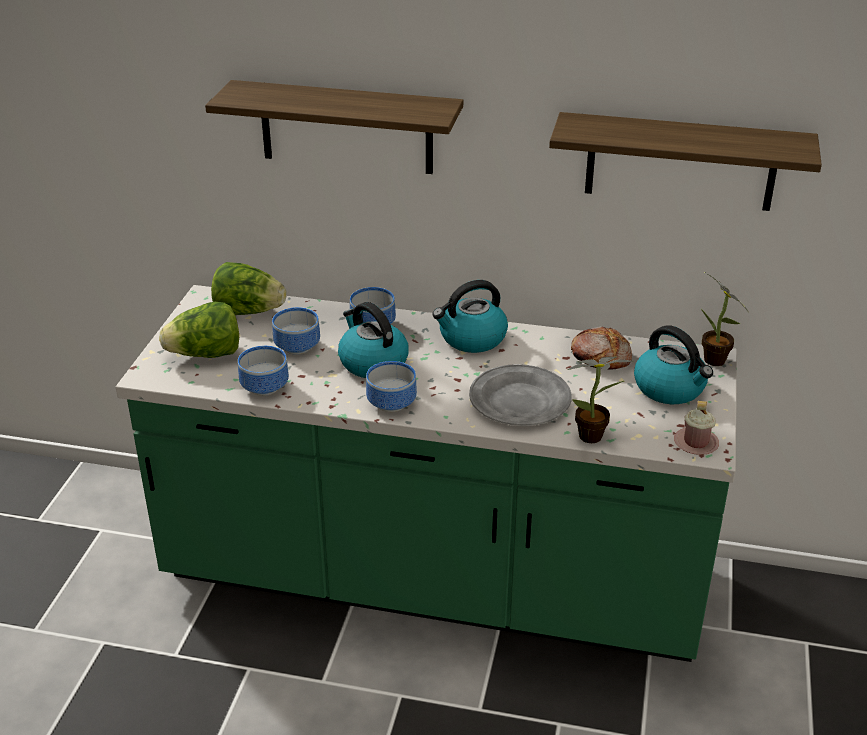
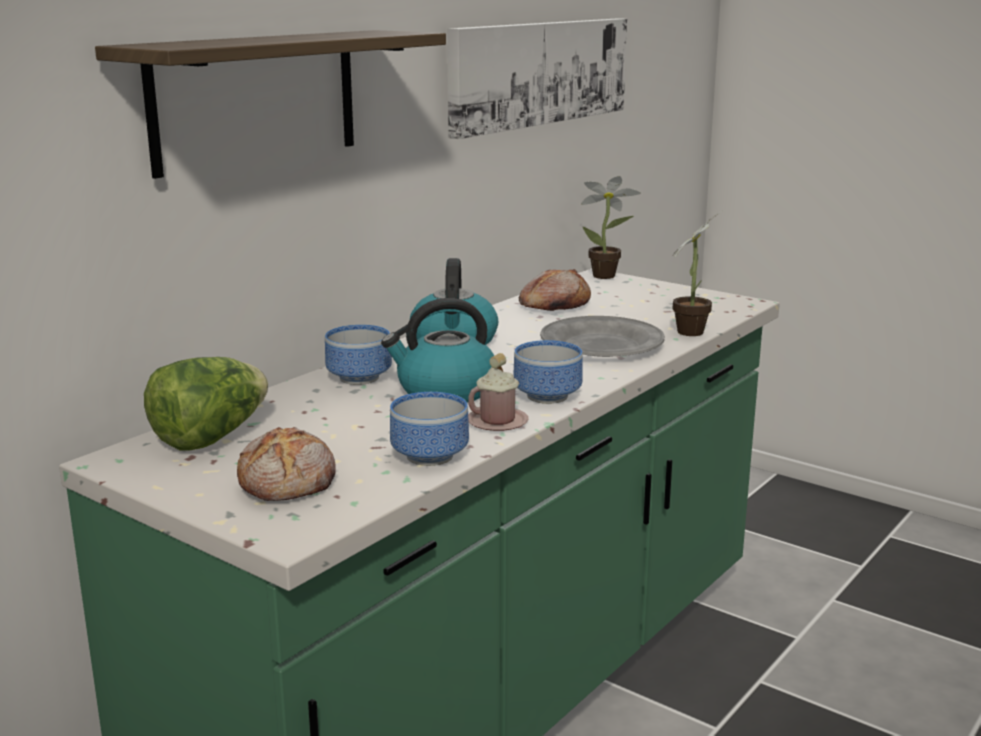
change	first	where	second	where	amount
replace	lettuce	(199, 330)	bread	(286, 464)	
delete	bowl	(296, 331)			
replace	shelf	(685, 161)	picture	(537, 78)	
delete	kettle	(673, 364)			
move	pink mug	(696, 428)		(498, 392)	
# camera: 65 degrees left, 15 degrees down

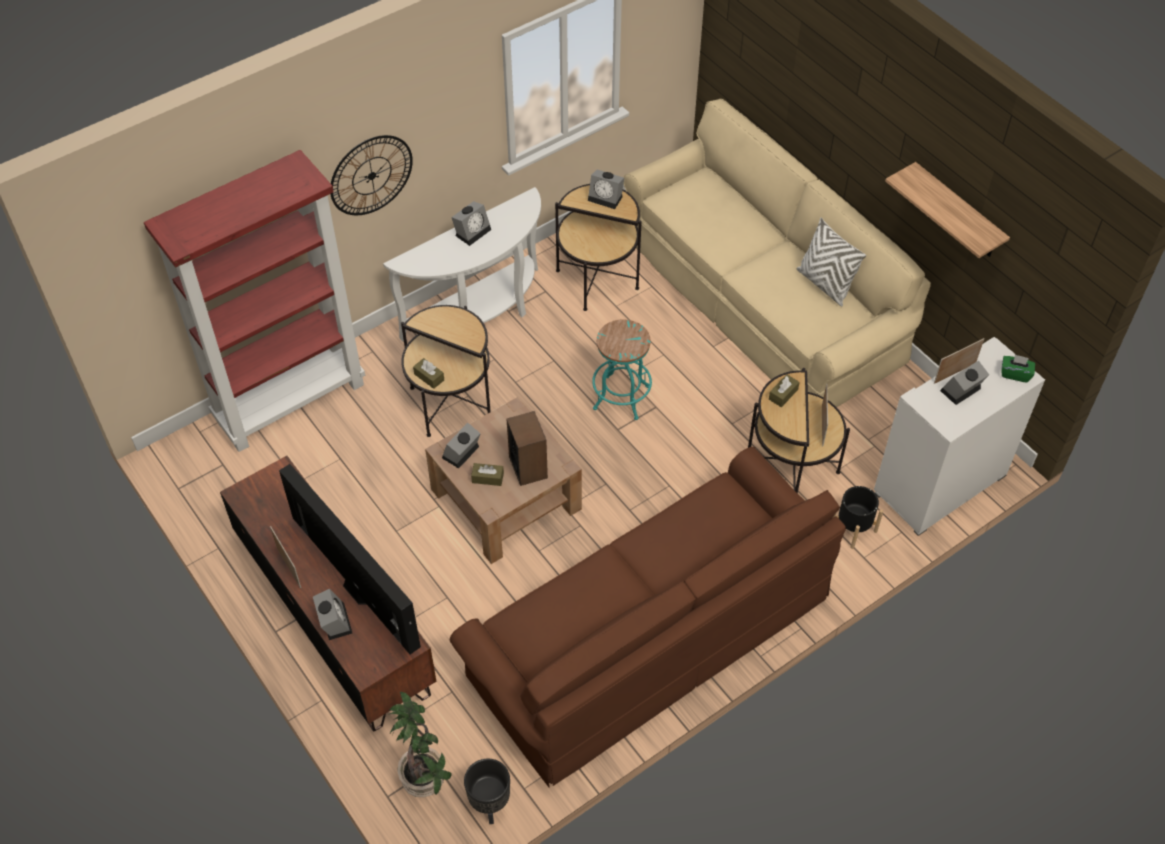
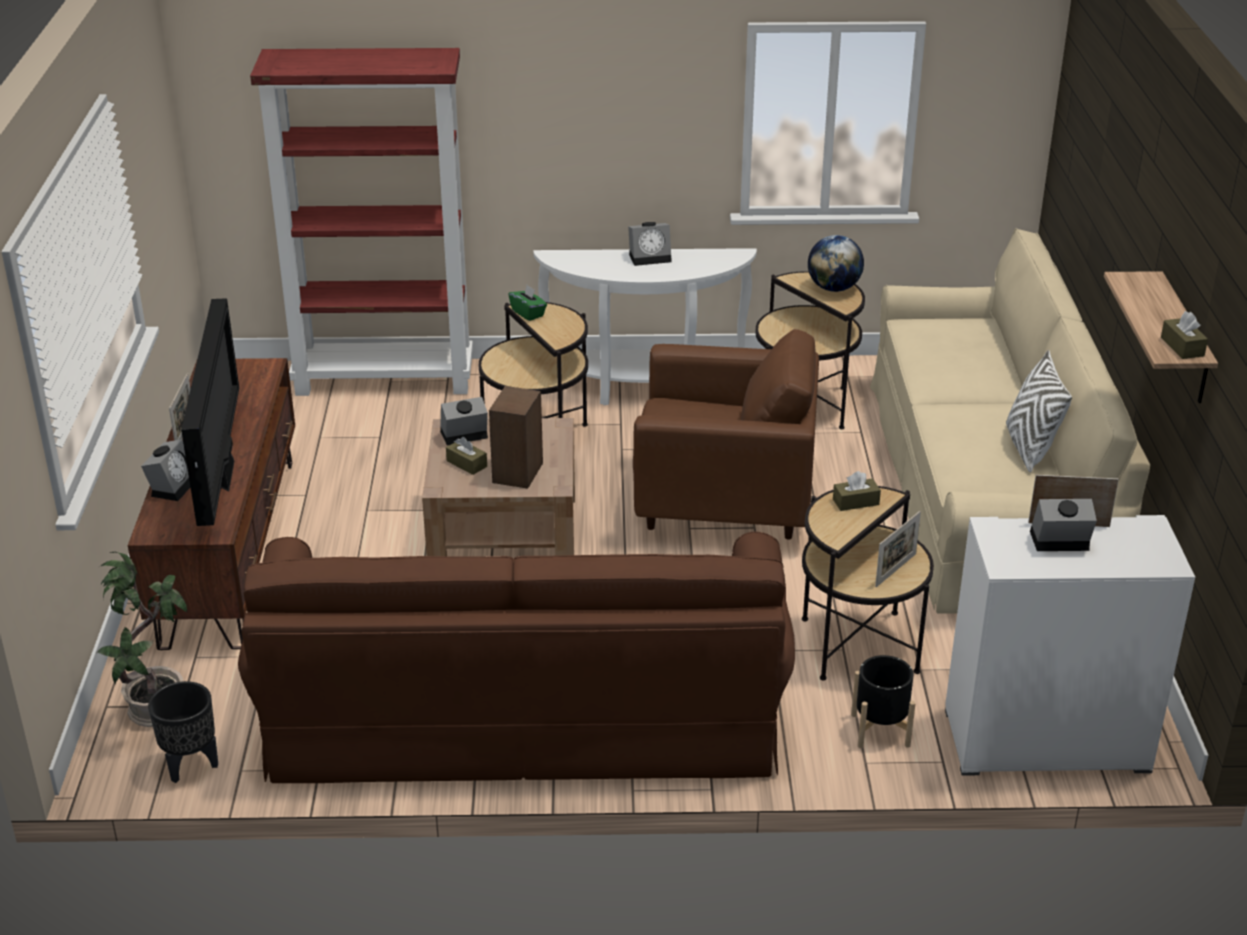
change	first	where	second	where	amount
delete	wall clock	(371, 175)			
move	brown tissue box	(428, 373)		(1184, 335)	
replace	alarm clock	(606, 189)	globe	(836, 263)	
replace	turquoise stool	(622, 370)	brown armchair	(726, 434)	
move	green tissue box	(1018, 368)		(527, 303)	
# camera: 35 degrees right, 20 degrees down

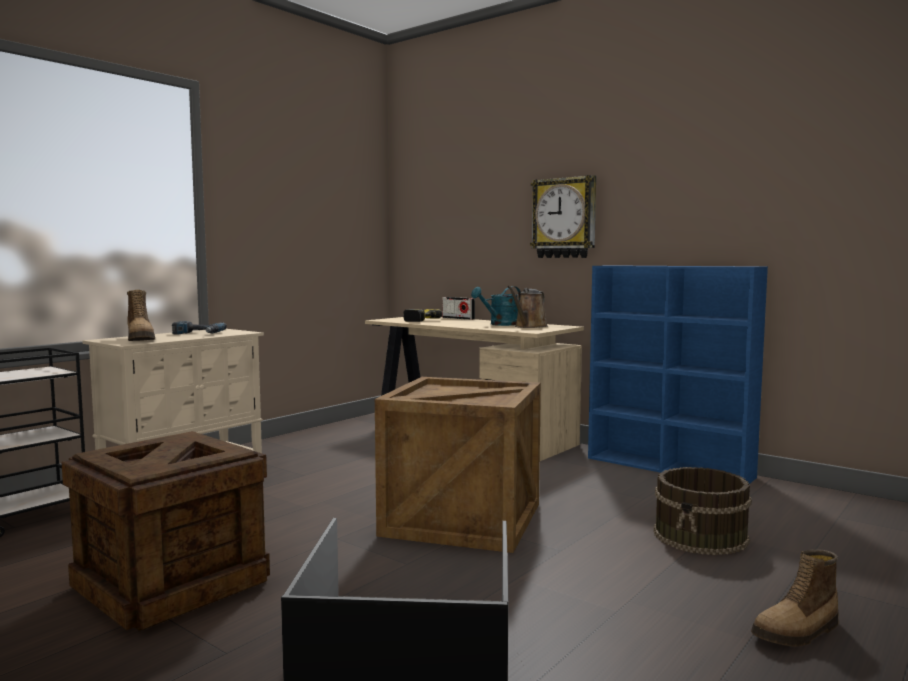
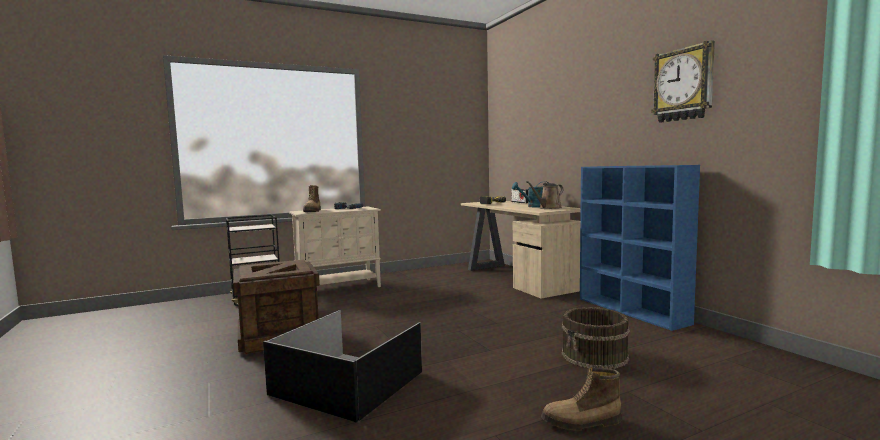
change	first	where	second	where	amount
delete	crate	(458, 465)			
move	wall clock	(563, 216)		(683, 81)	
# camera: 25 degrees right, 0 degrees up

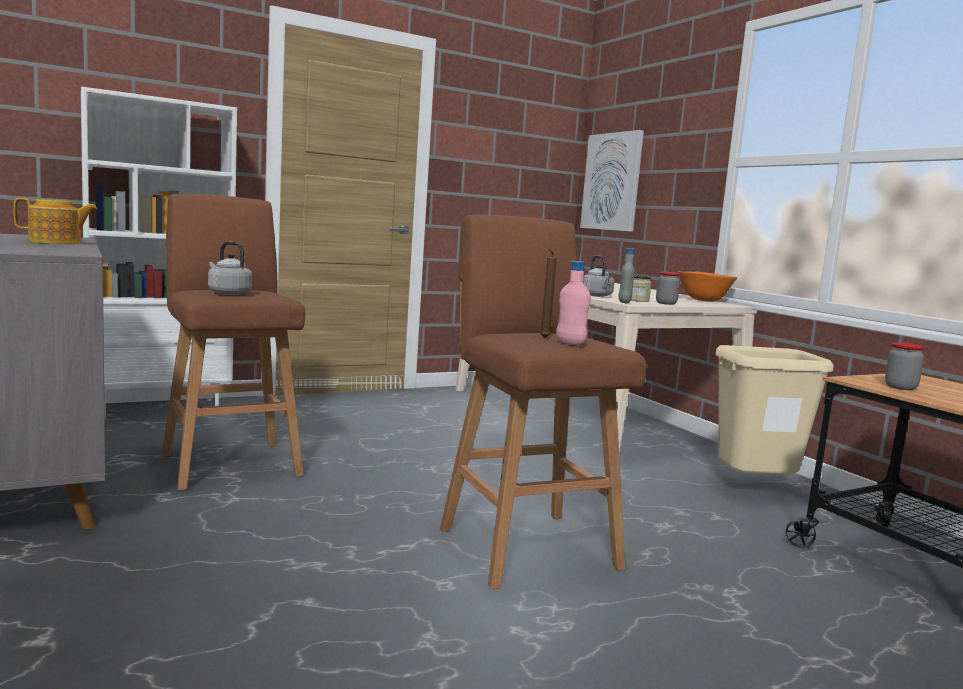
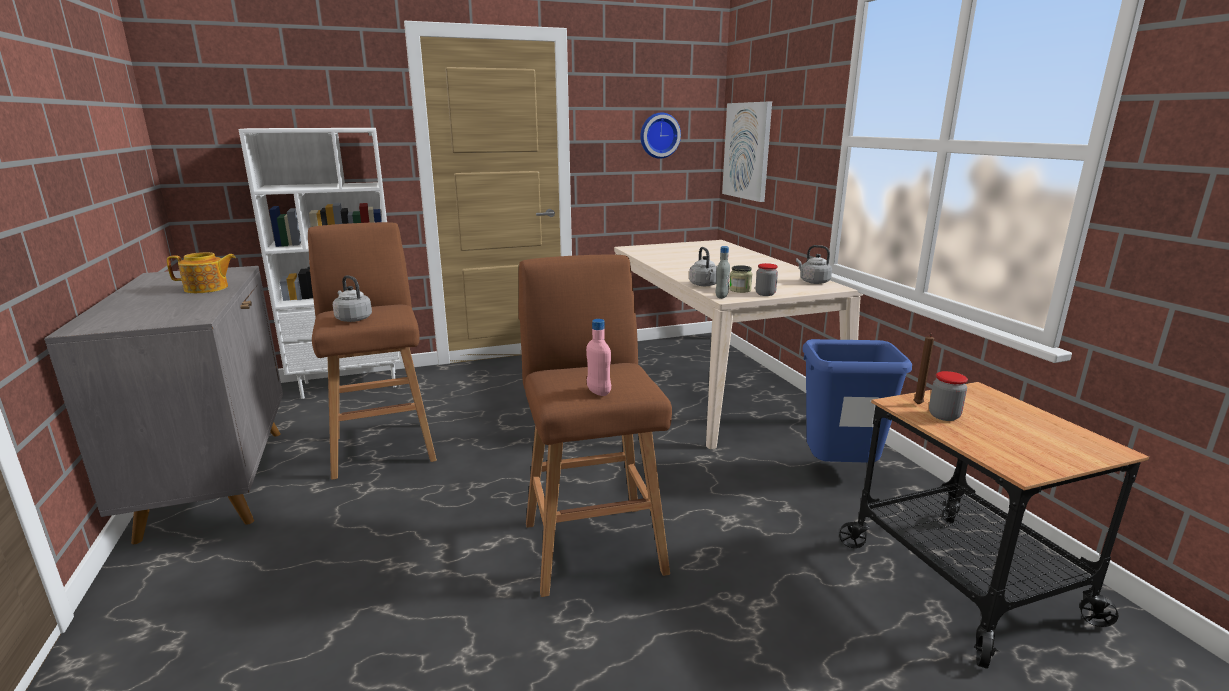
change	first	where	second	where	amount
move	brown candle	(548, 293)		(924, 368)	
replace	orange bowl	(707, 286)	grey kettle	(814, 264)	
recolor	beige trash can	(774, 410)	blue trash can	(857, 401)	
insert			wall clock	(660, 135)	
# camera: 10 degrees right, 10 degrees up

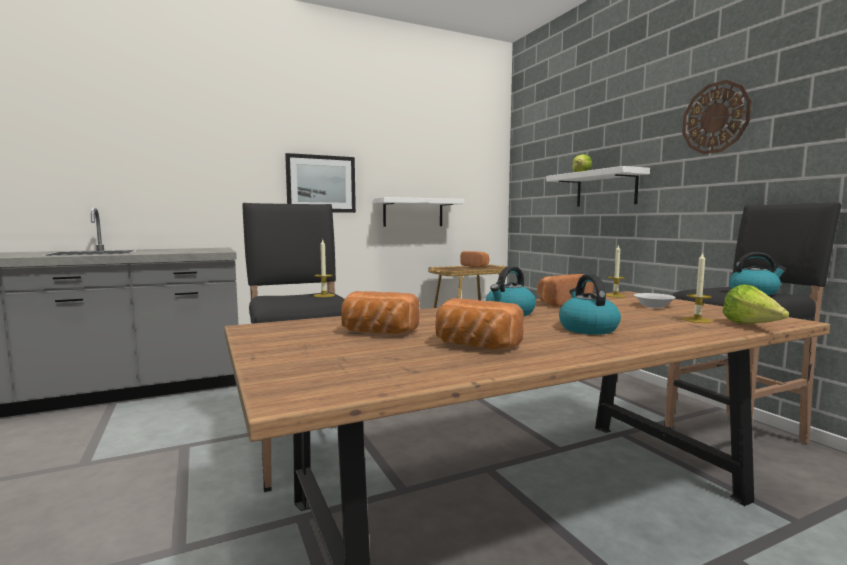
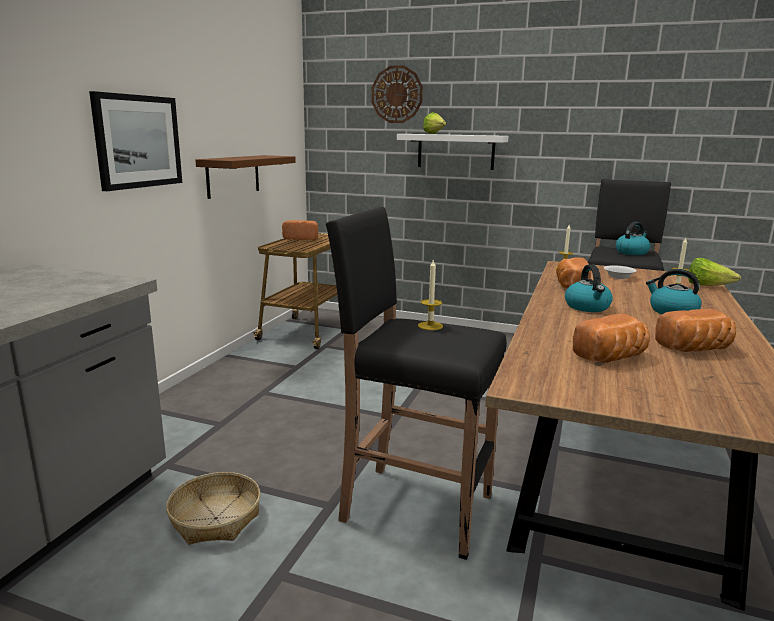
change	first	where	second	where	amount
recolor	white shelf	(418, 211)	brown shelf	(245, 177)	
move	wall clock	(717, 117)		(397, 94)	
insert			basket	(213, 508)	
# camera: 45 degrees left, 10 degrees up

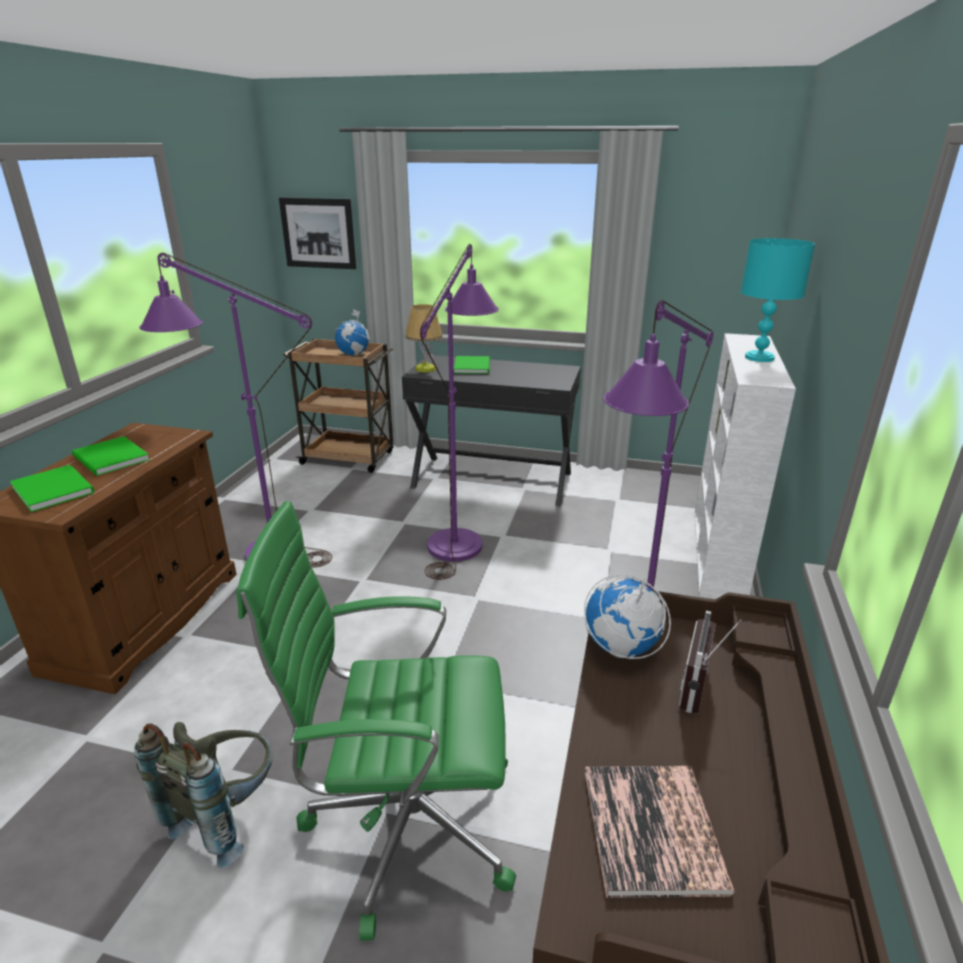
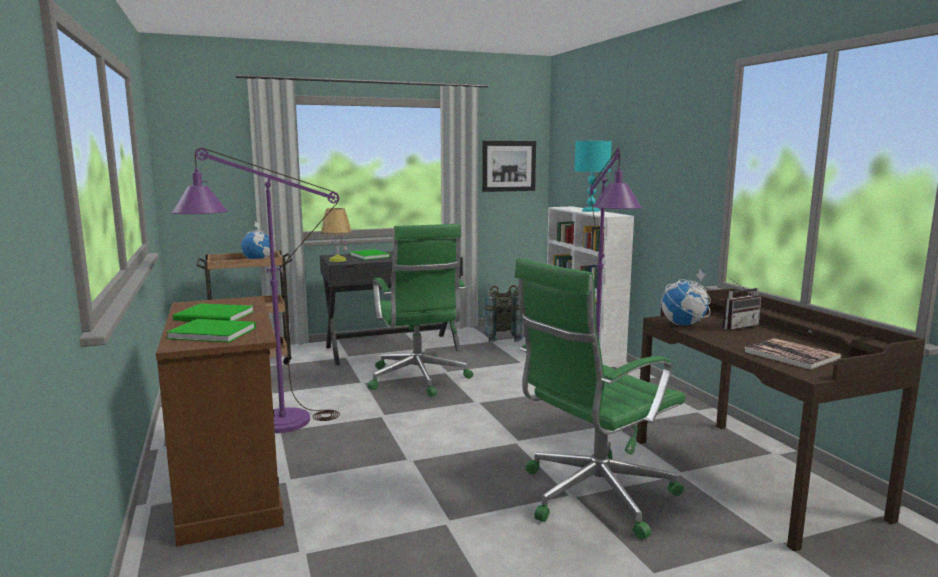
change	first	where	second	where	amount
move	grey backpack	(204, 795)		(503, 314)	
move	picture	(317, 233)		(509, 166)	
replace	purple floor lamp	(459, 412)	green office chair	(420, 310)	
rotate	radio	(710, 662)		(741, 303)	105 degrees counterclockwise
# camera: 35 degrees left, 15 degrees down

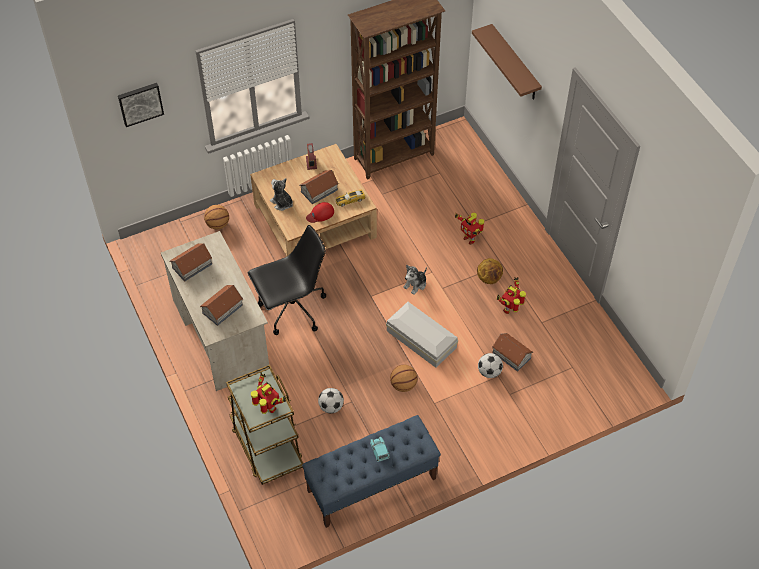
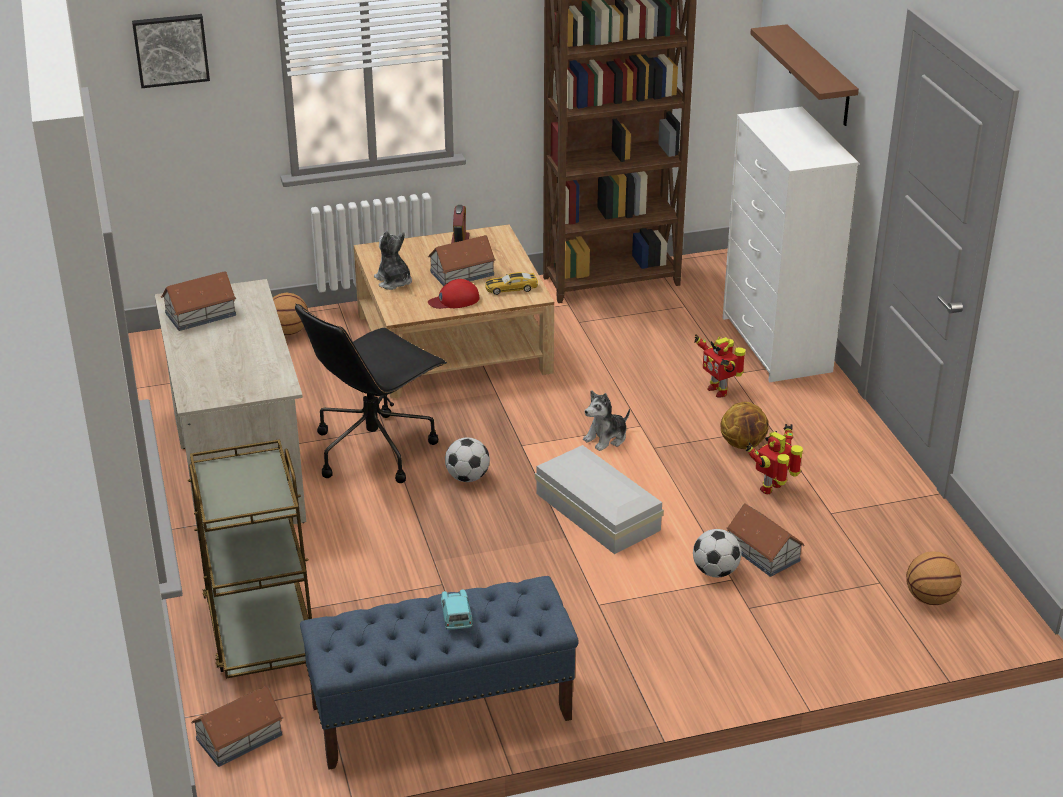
change	first	where	second	where	amount
move	toy house	(221, 305)		(237, 726)	
rotate	black office chair	(287, 280)		(371, 393)	150 degrees clockwise
delete	toy robot	(268, 393)			
move	football	(331, 400)		(467, 459)	
move	basketball	(403, 378)		(933, 578)	
insert			white dresser	(791, 244)	
# camera: 10 degrees right, 20 degrees down

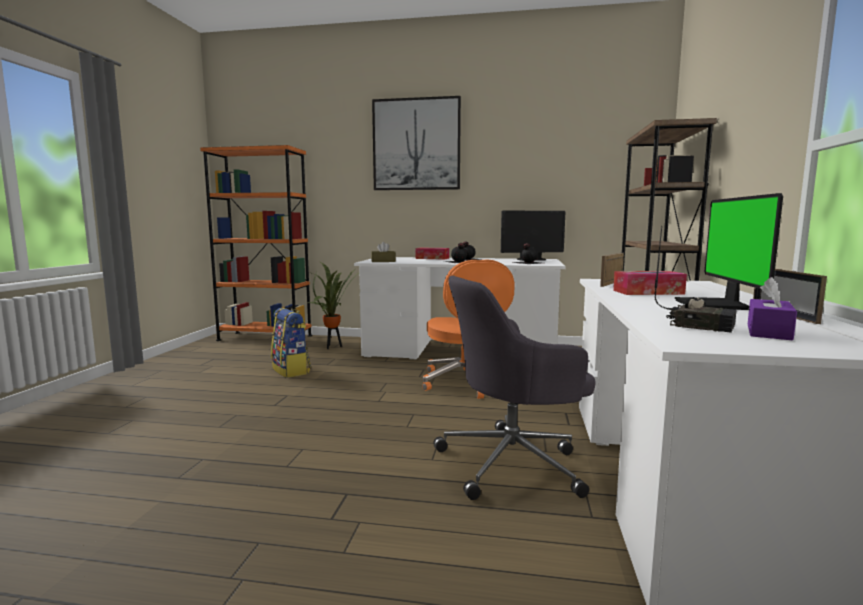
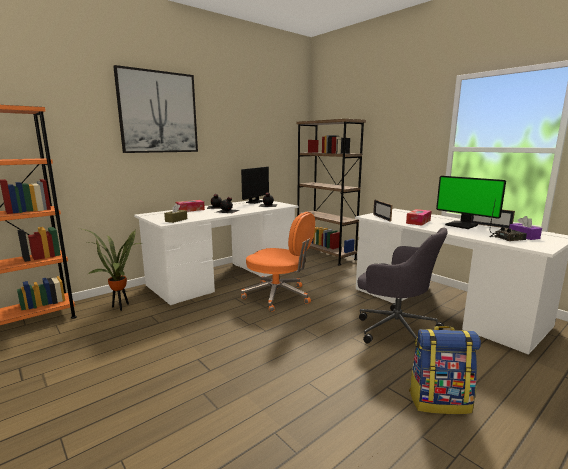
change	first	where	second	where	amount
move	backpack	(291, 343)		(445, 370)	
rotate	grey office chair	(514, 388)		(403, 285)	75 degrees counterclockwise
# camera: 50 degrees left, 5 degrees up

